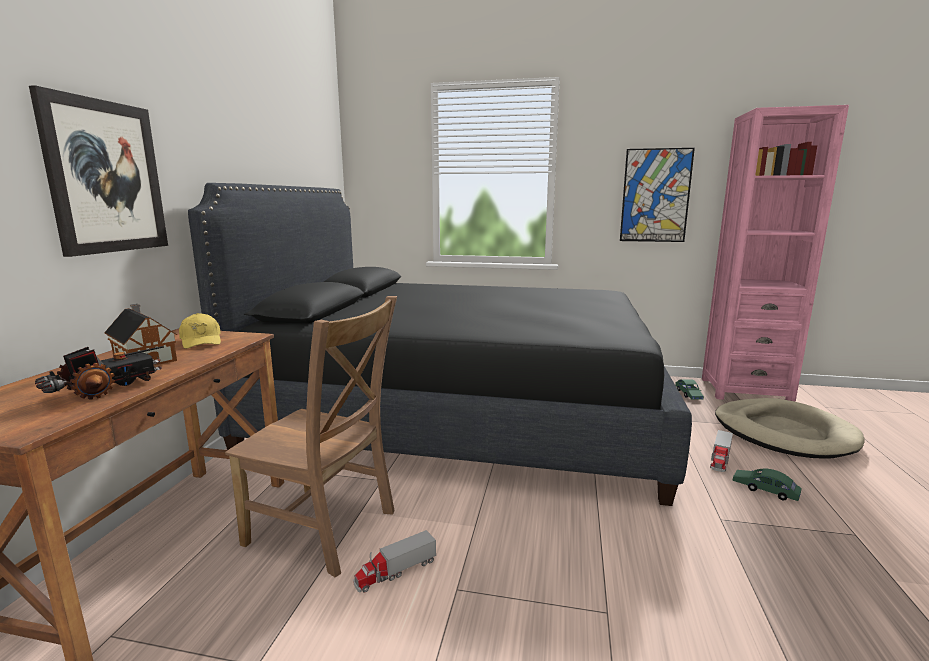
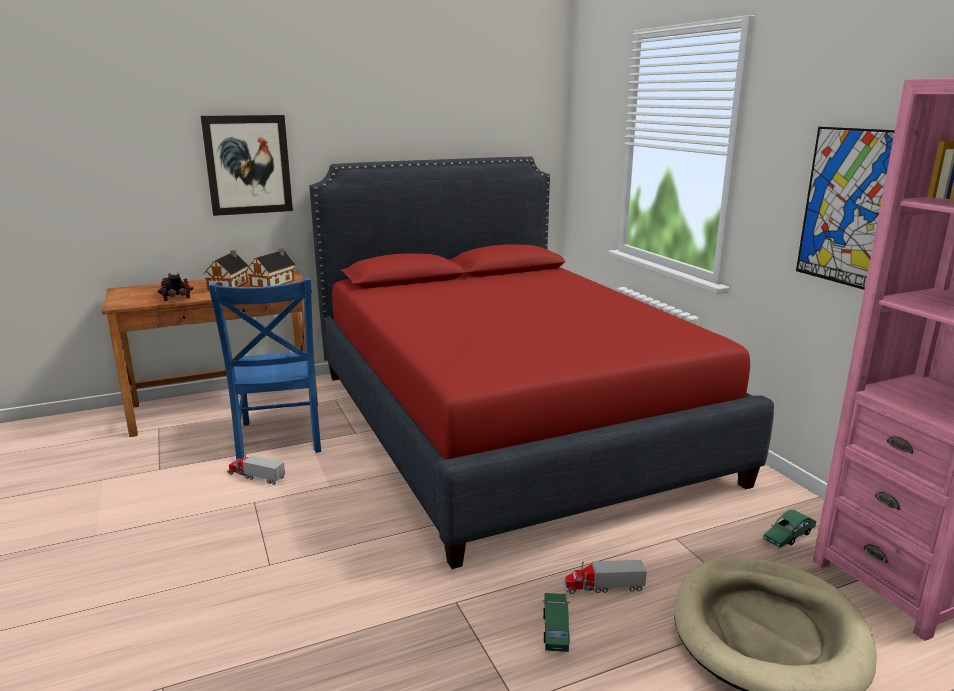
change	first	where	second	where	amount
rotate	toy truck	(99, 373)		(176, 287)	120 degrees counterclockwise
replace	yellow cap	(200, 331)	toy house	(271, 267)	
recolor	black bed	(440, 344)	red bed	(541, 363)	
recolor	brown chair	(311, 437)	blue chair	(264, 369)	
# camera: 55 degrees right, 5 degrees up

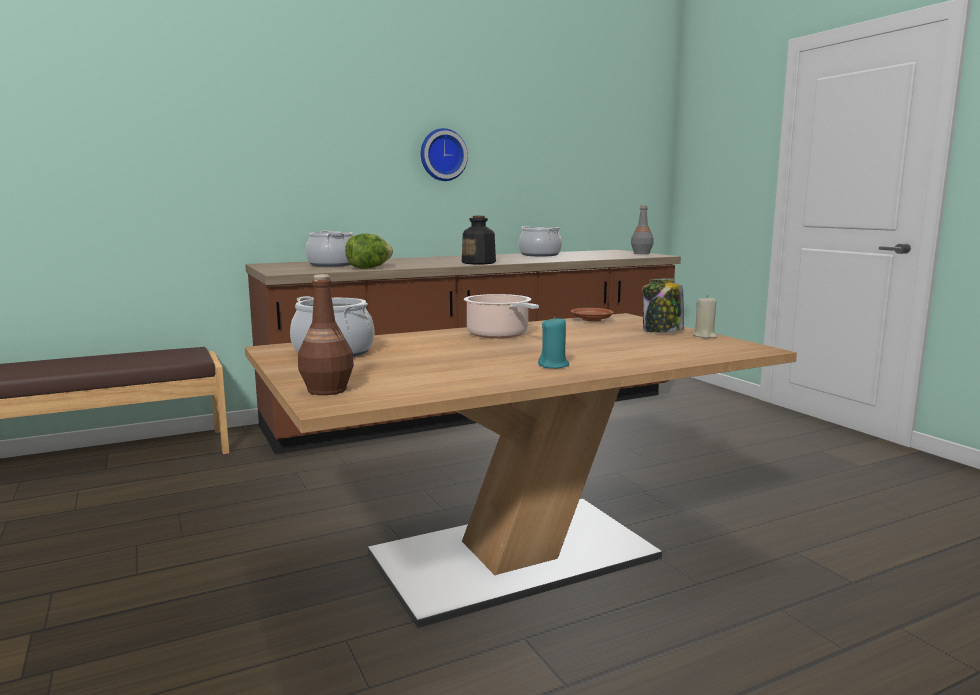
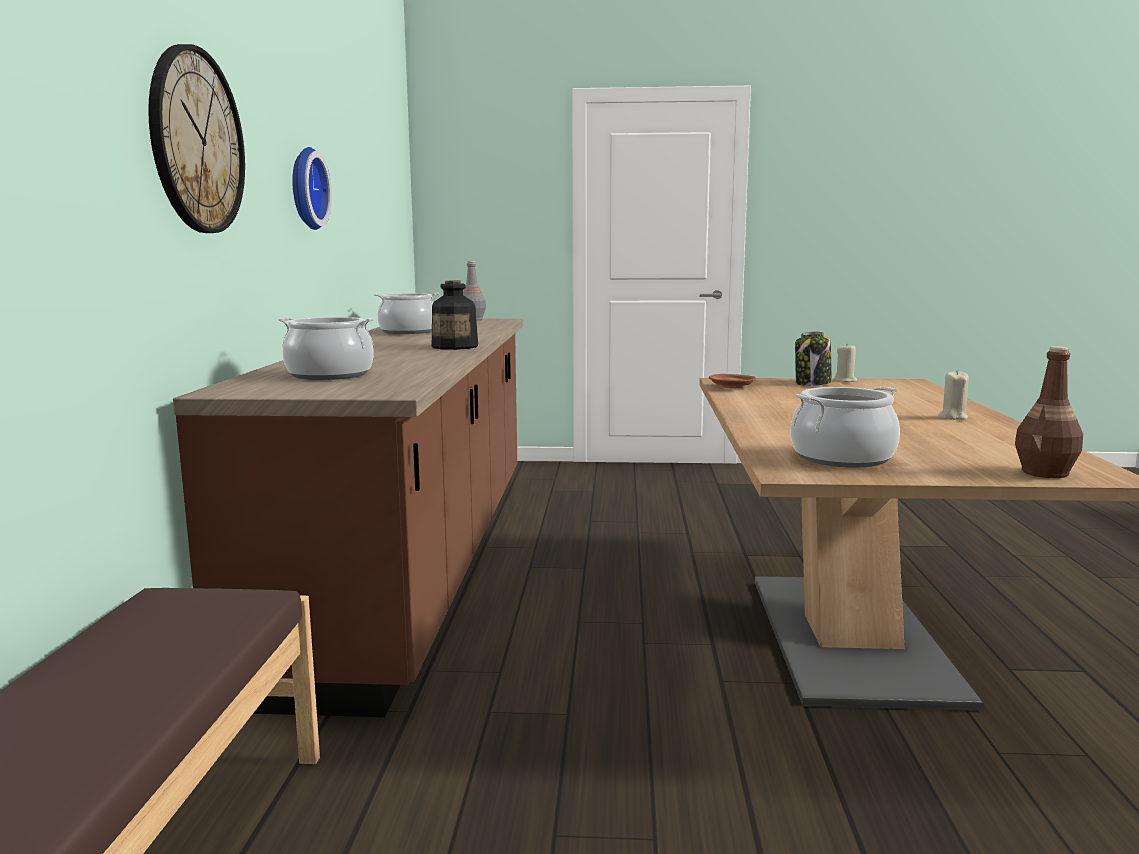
change	first	where	second	where	amount
delete	lettuce	(369, 251)			
delete	cooking pot	(501, 316)			
recolor	turquoise candle	(553, 342)	beige candle	(953, 395)	
insert			wall clock	(196, 138)	
# camera: 60 degrees left, 0 degrees up

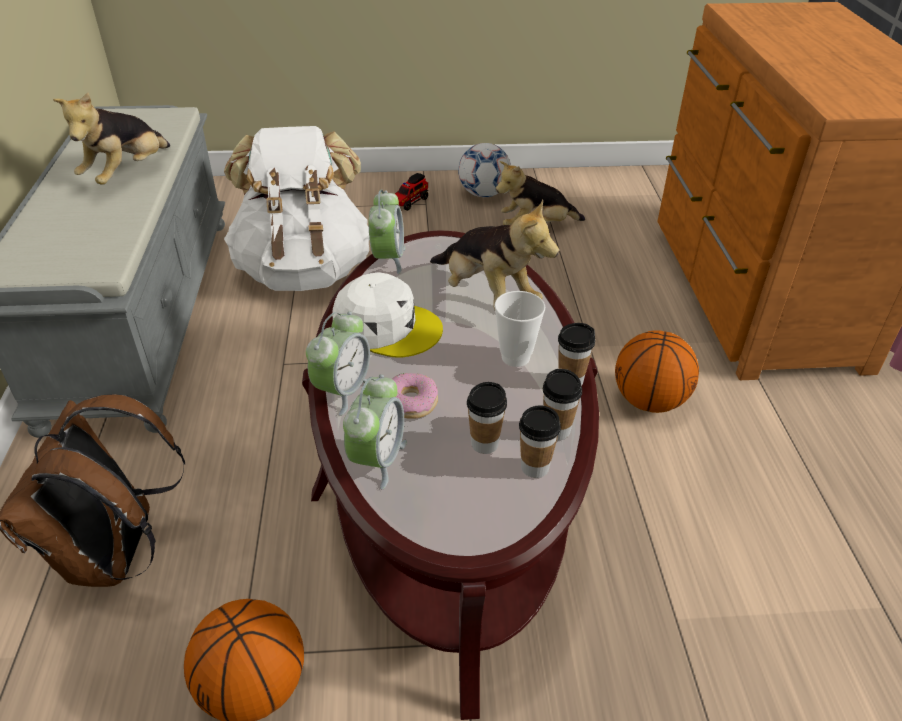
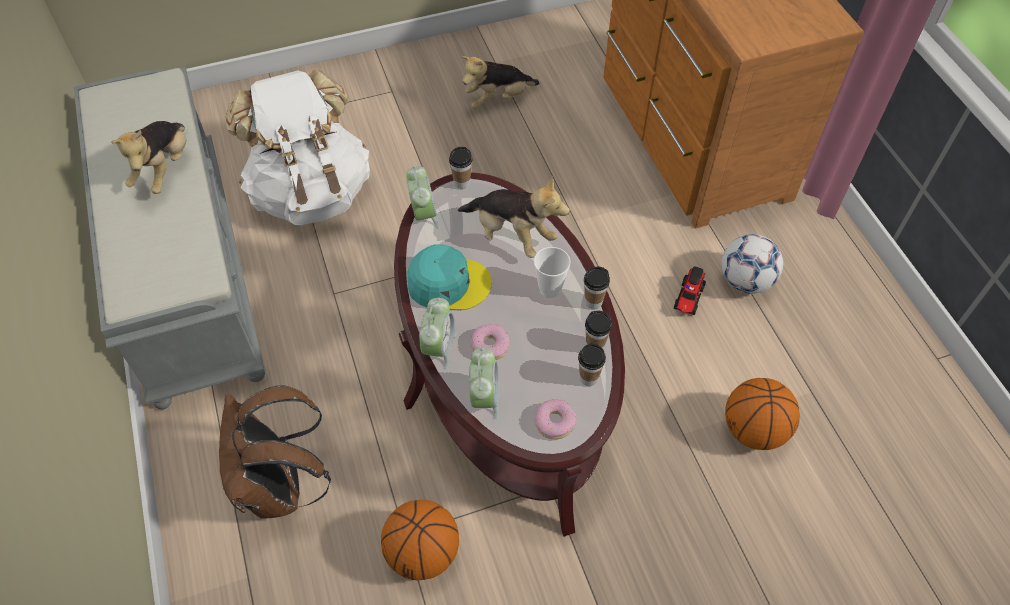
change	first	where	second	where	amount
recolor	white cap	(387, 315)	turquoise cap	(450, 277)	
move	toy truck	(412, 192)		(690, 290)	
move	football	(484, 170)		(752, 264)	
move	cup	(487, 418)		(460, 168)	
move	basketball	(657, 371)		(762, 414)	
insert			donut	(555, 419)	
# camera: 15 degrees left, 15 degrees up

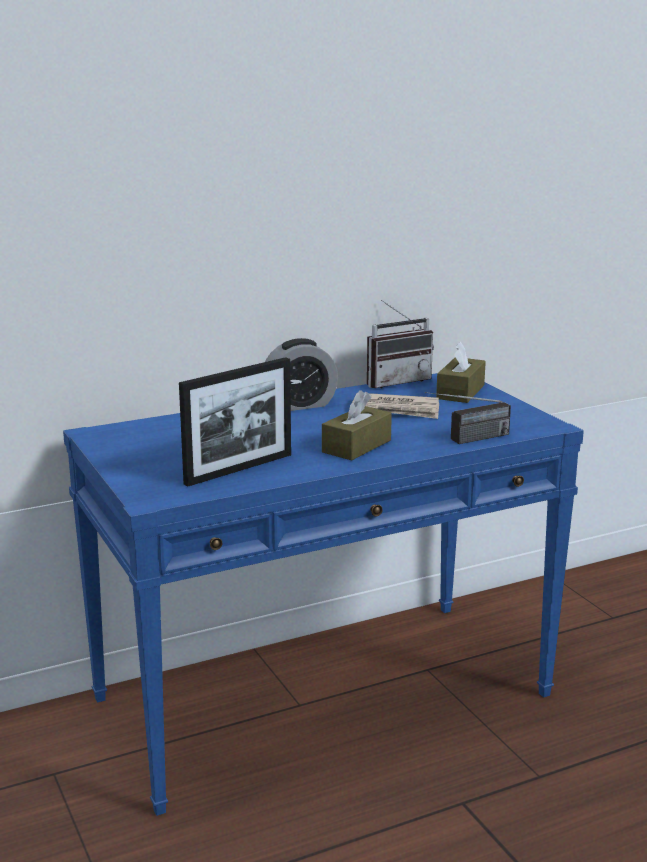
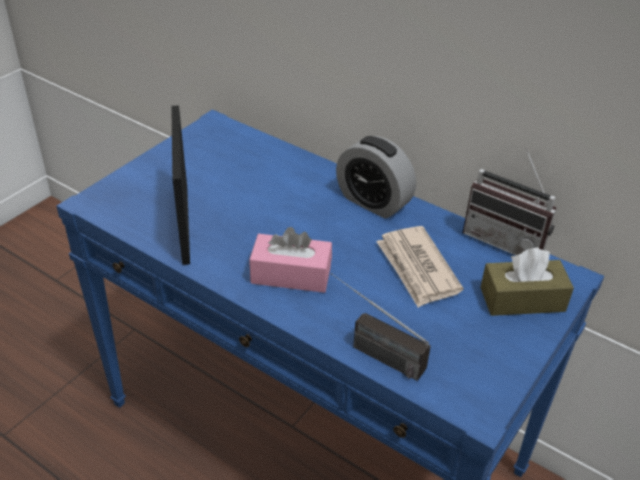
change	first	where	second	where	amount
rotate	picture frame	(235, 421)		(180, 185)	60 degrees clockwise
recolor	brown tissue box	(357, 425)	pink tissue box	(290, 260)	
# camera: 60 degrees right, 20 degrees up

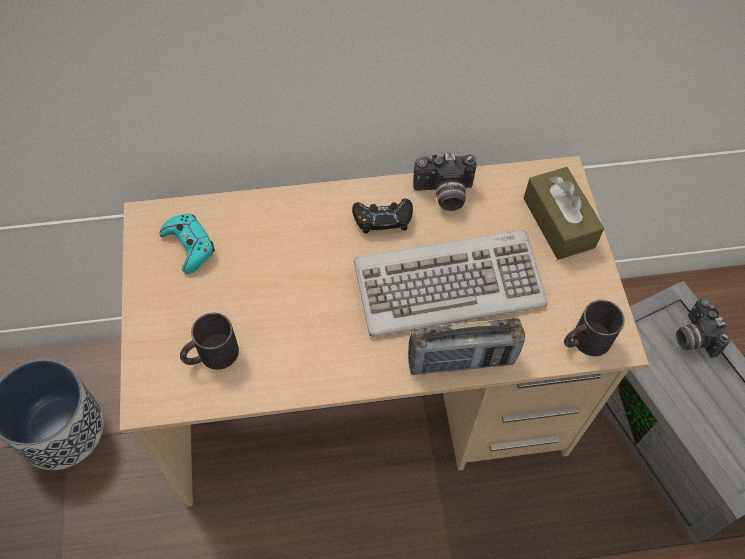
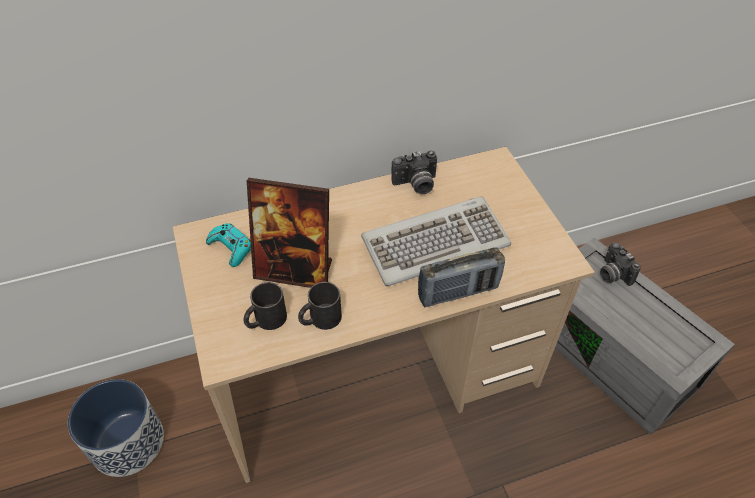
change	first	where	second	where	amount
delete	black game controller	(382, 216)			
delete	brown tissue box	(563, 213)			
move	black mug	(594, 328)		(320, 306)	
insert			picture frame	(289, 233)	
# camera: 10 degrees left, 10 degrees down

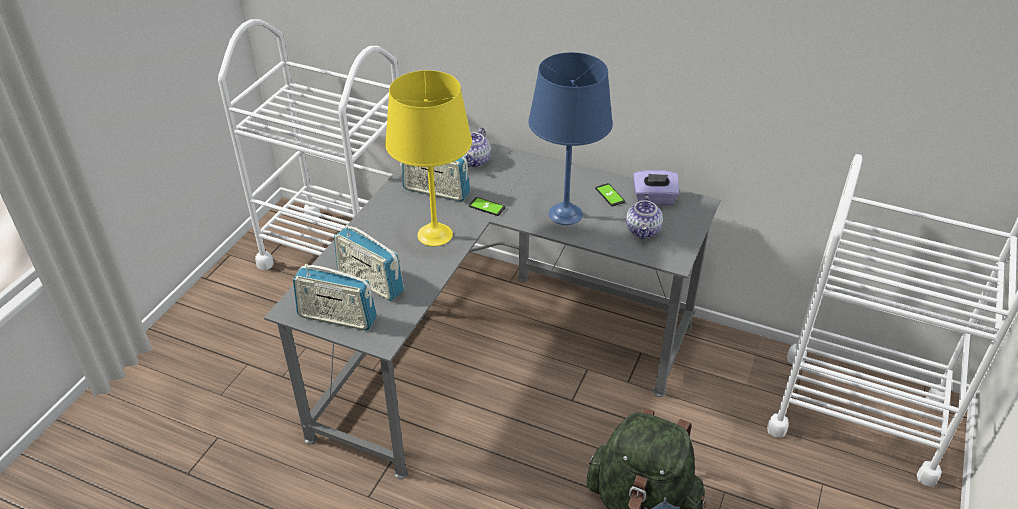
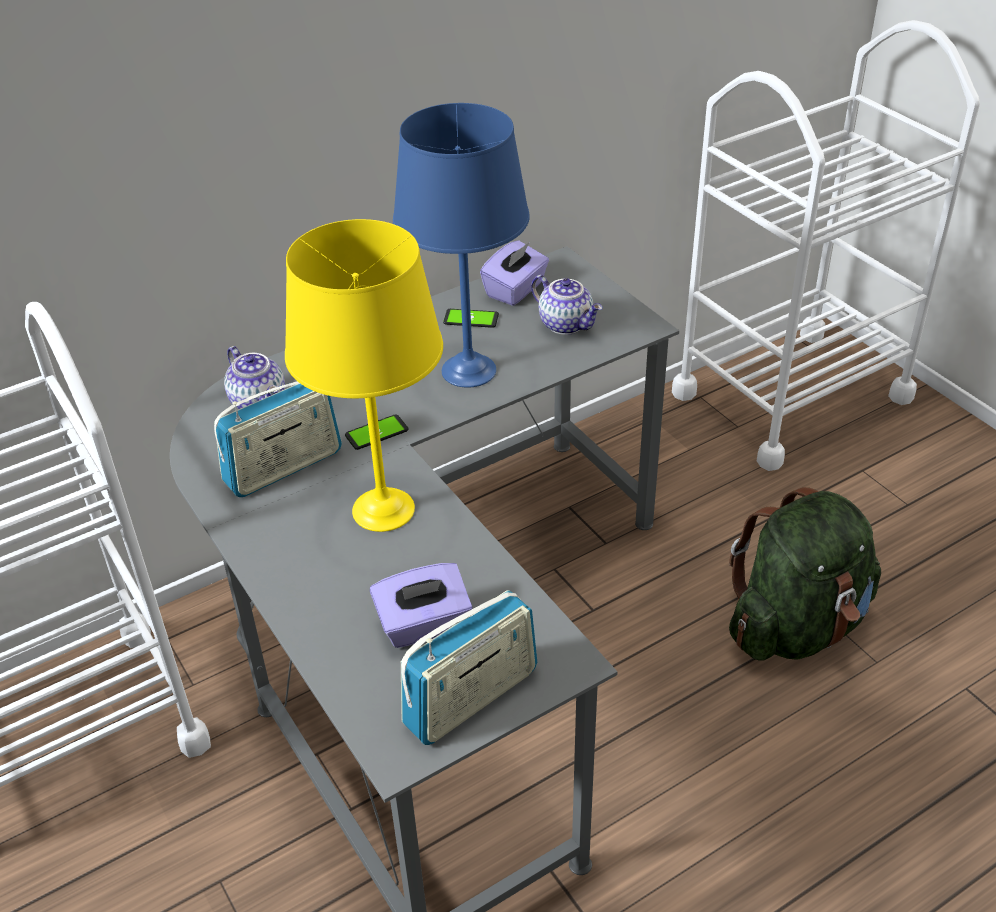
change	first	where	second	where	amount
replace	radio	(369, 262)	purple tissue box	(421, 605)	
# camera: 55 degrees left, 0 degrees up

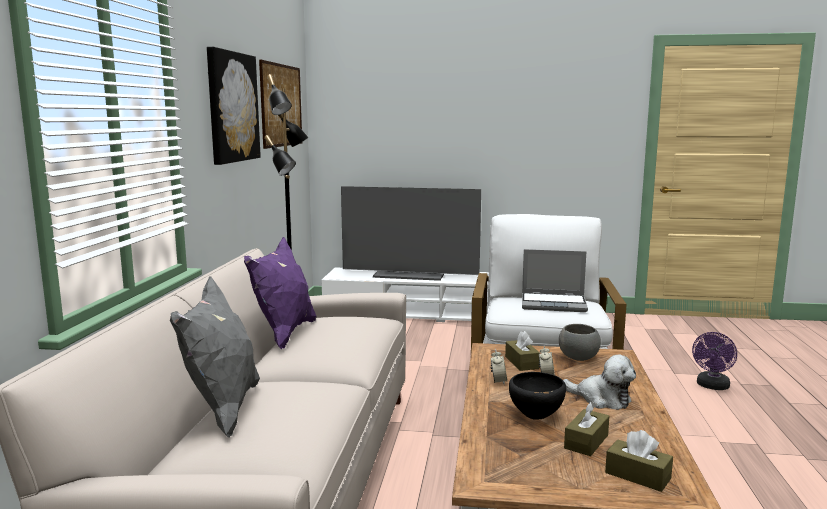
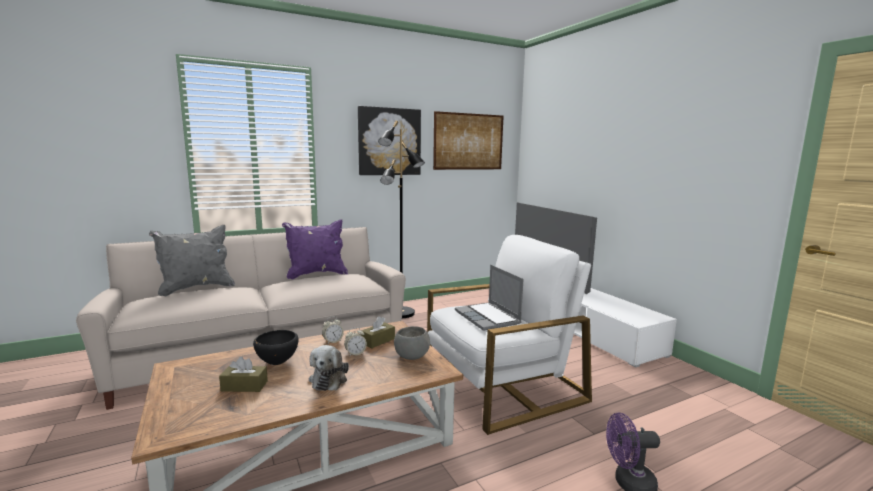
change	first	where	second	where	amount
delete	brown tissue box	(639, 461)			
# camera: 55 degrees right, 0 degrees up

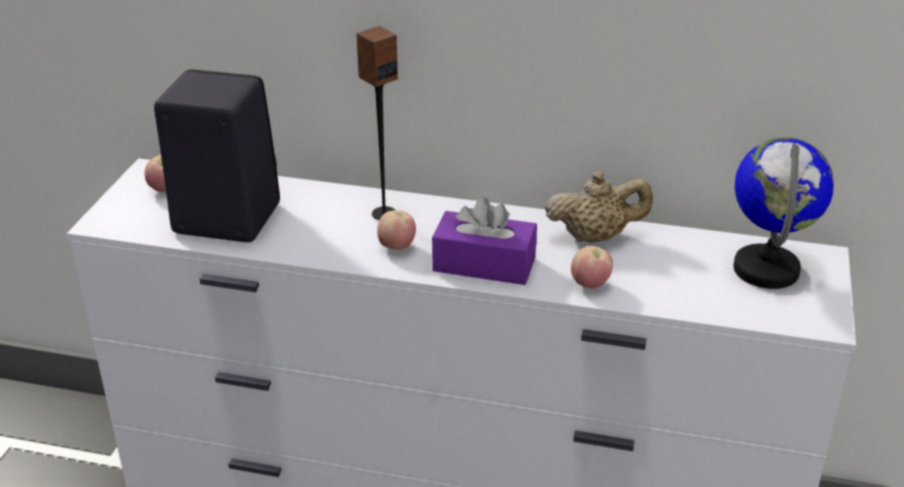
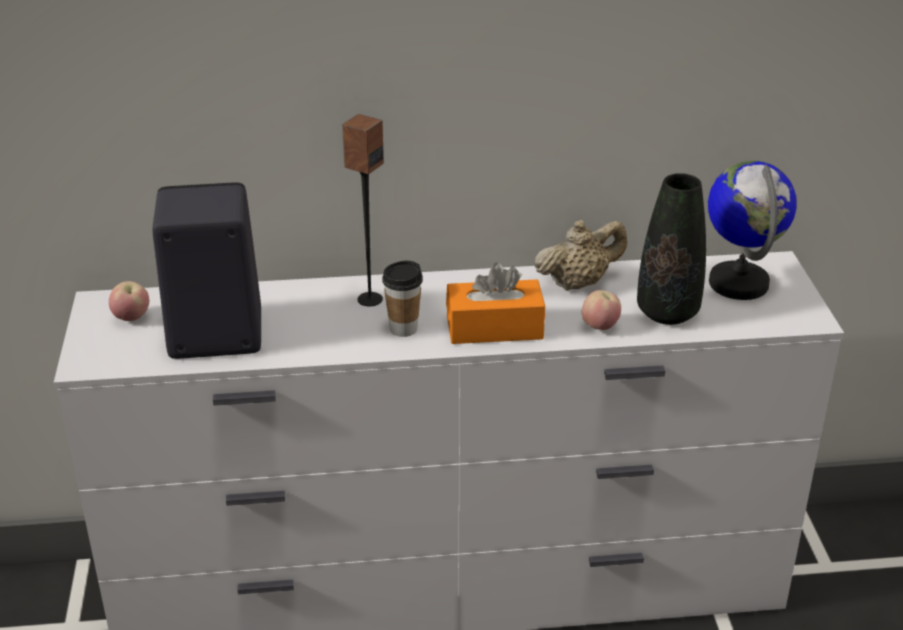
change	first	where	second	where	amount
replace	apple	(396, 230)	cup	(402, 299)	
recolor	purple tissue box	(484, 241)	orange tissue box	(495, 303)	
insert			black vase	(671, 249)	
# camera: 20 degrees left, 0 degrees up

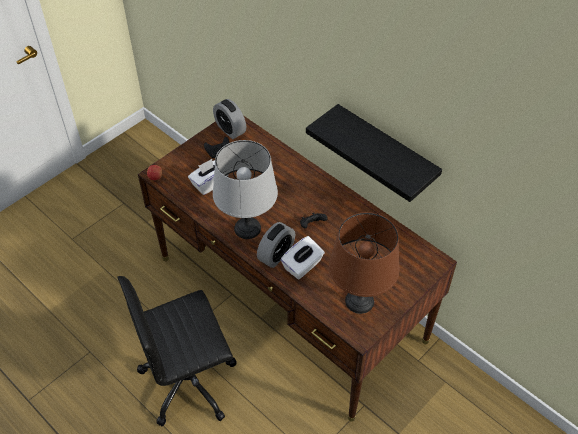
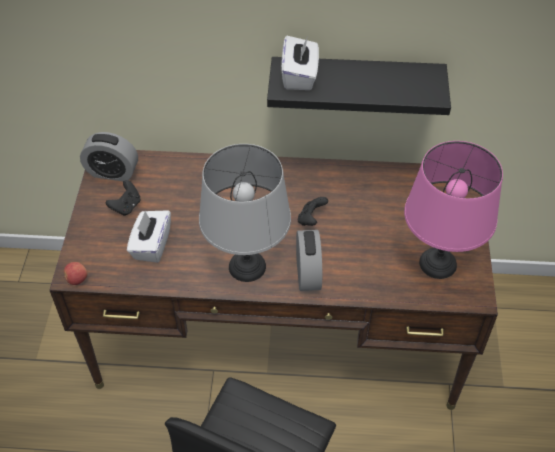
change	first	where	second	where	amount
move	white tissue box	(303, 257)		(300, 63)	
recolor	brown table lamp	(364, 263)	pink table lamp	(453, 210)	
# camera: 40 degrees left, 0 degrees up

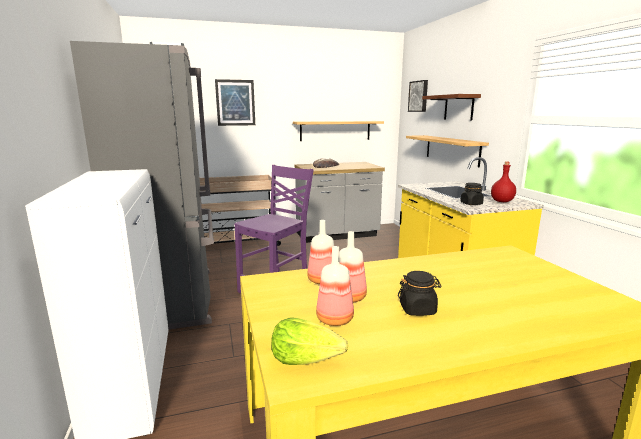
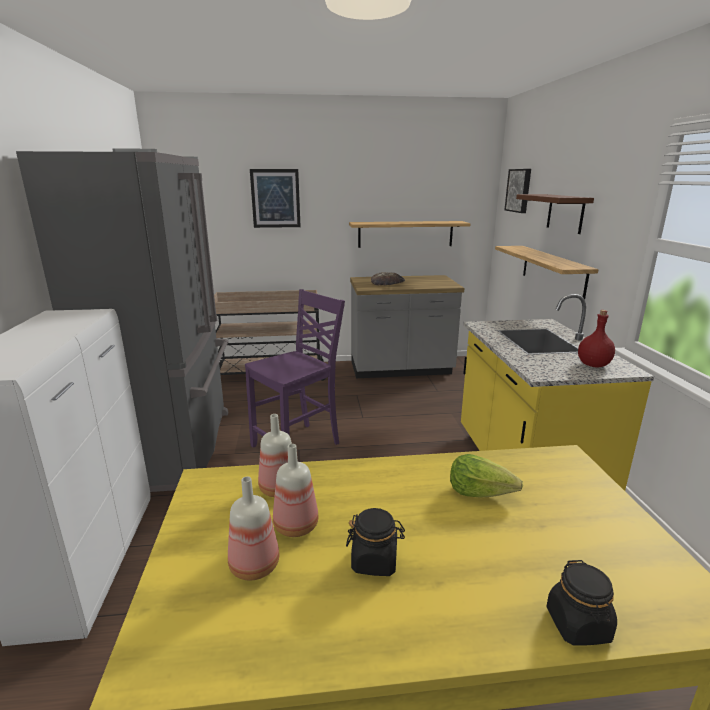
change	first	where	second	where	amount
move	lettuce	(309, 341)		(486, 475)	
move	black jar	(472, 194)		(581, 602)	
# camera: 10 degrees right, 5 degrees up

